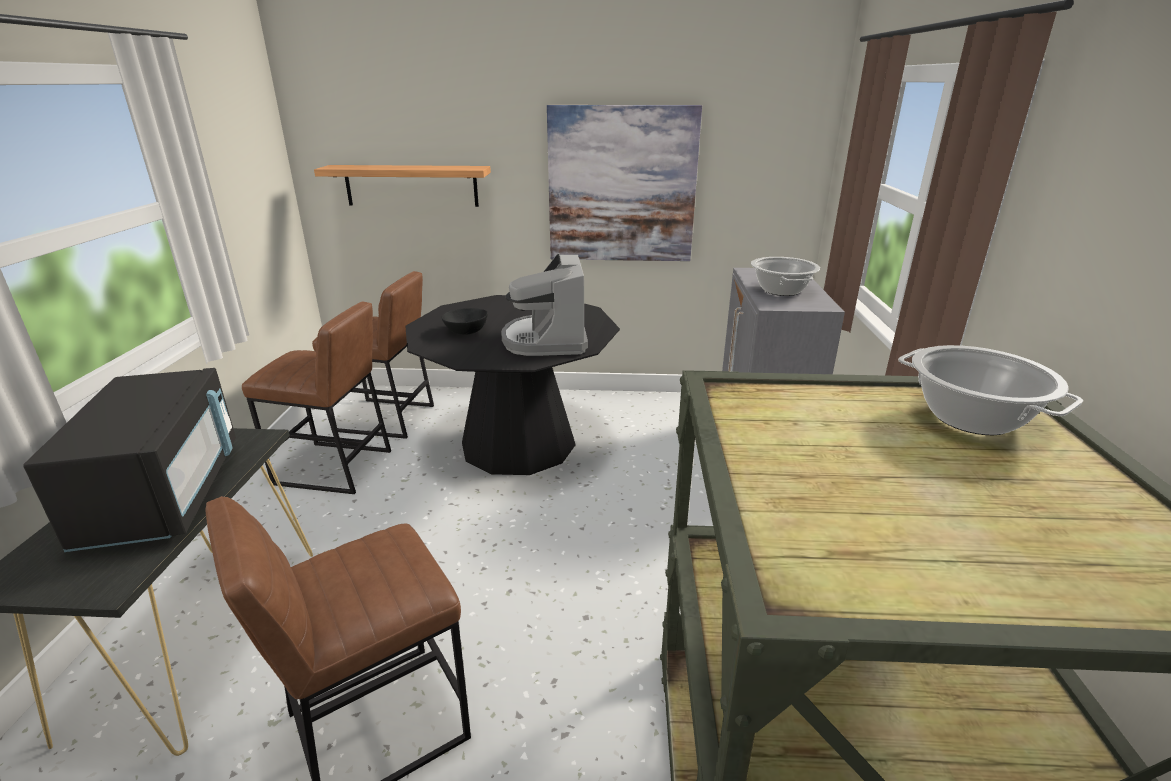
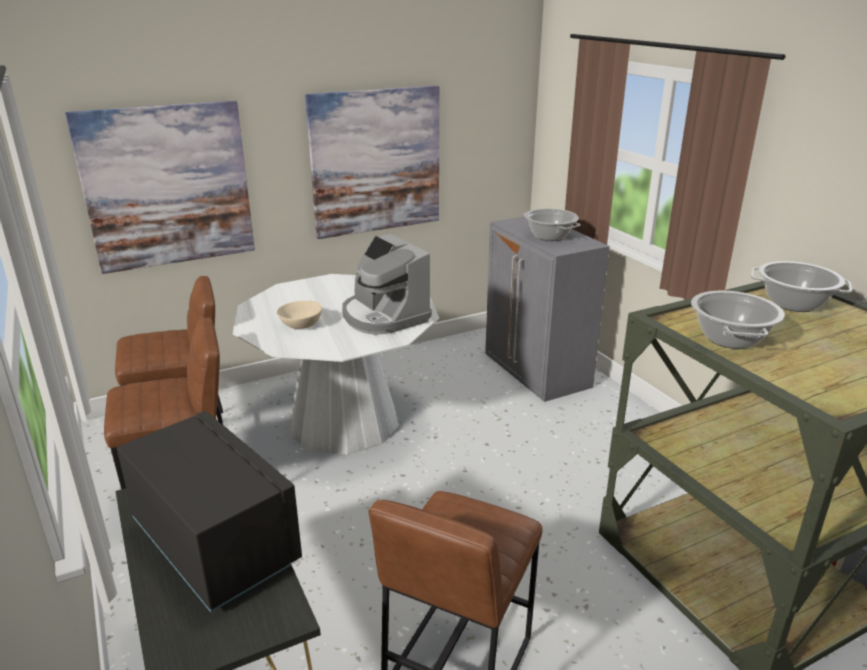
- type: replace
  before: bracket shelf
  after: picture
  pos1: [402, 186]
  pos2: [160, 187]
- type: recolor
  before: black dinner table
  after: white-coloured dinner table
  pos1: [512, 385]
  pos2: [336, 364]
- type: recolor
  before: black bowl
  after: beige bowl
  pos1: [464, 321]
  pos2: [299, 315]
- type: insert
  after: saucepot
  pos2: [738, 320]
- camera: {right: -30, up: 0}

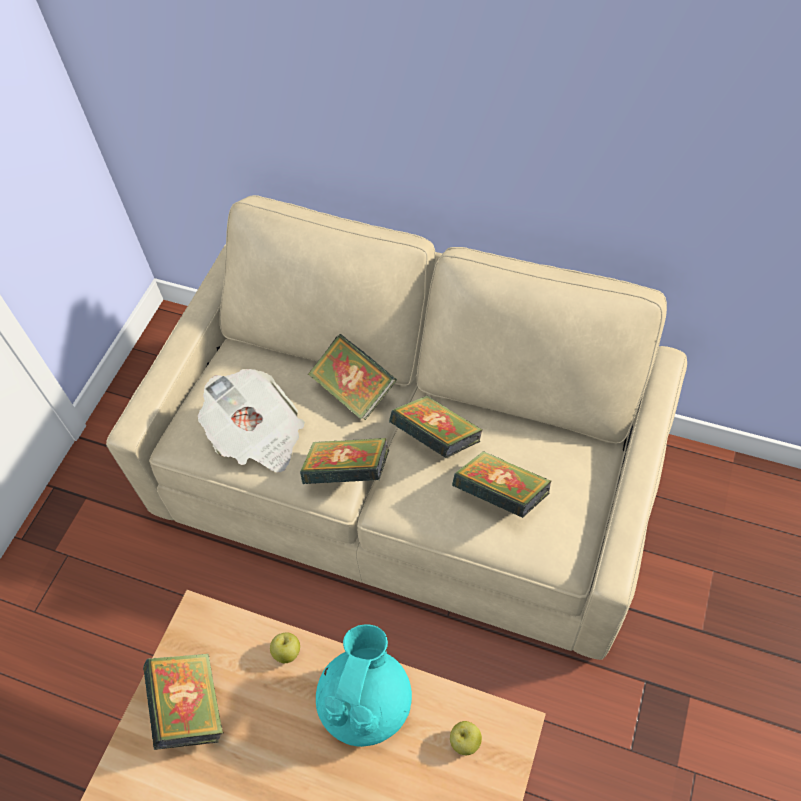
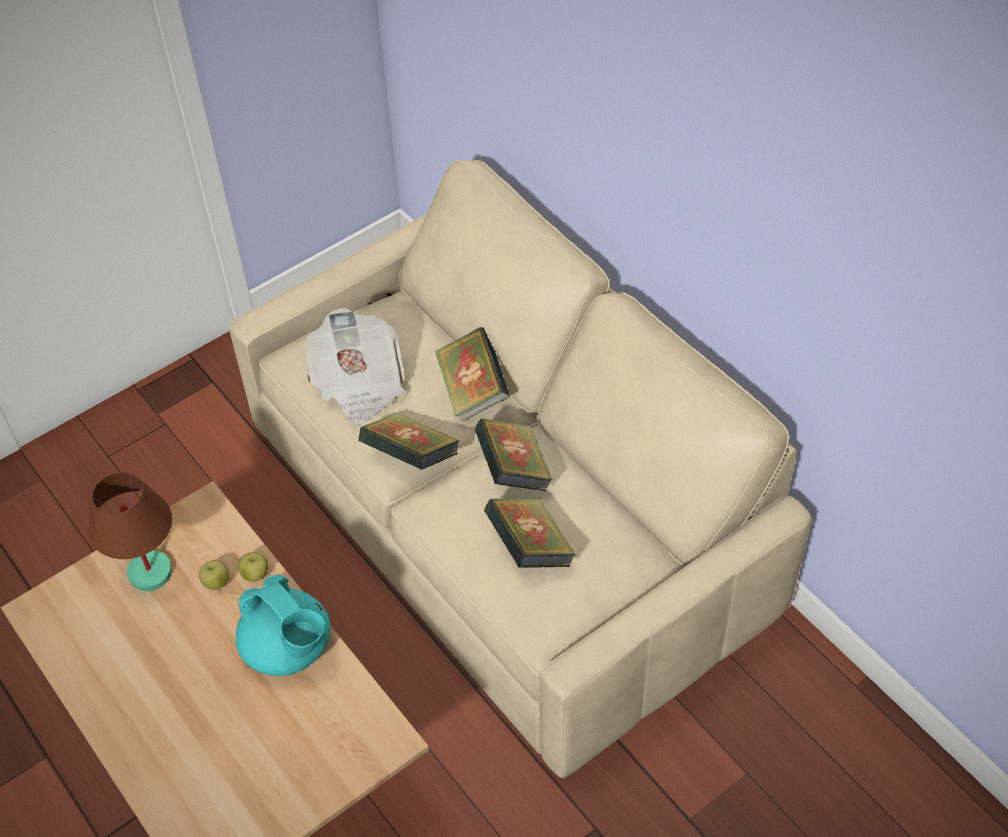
- type: replace
  before: book
  after: brown lamp for a table
  pos1: [183, 702]
  pos2: [130, 531]
- type: move
  before: whole apple
  pos1: [466, 738]
  pos2: [214, 575]
- type: rotate
  before: blue-green tea pot
  pos1: [364, 685]
  pos2: [283, 625]
  turn: 90
- camera: {right: 30, up: -5}

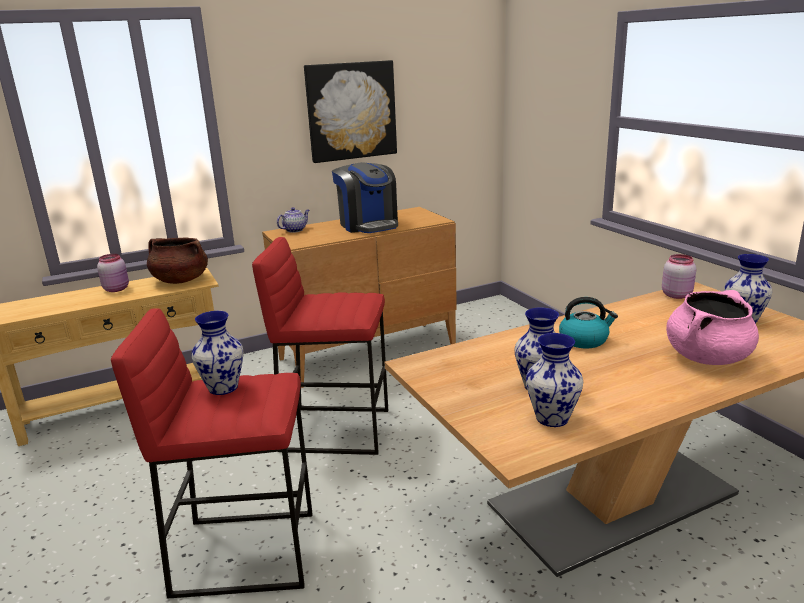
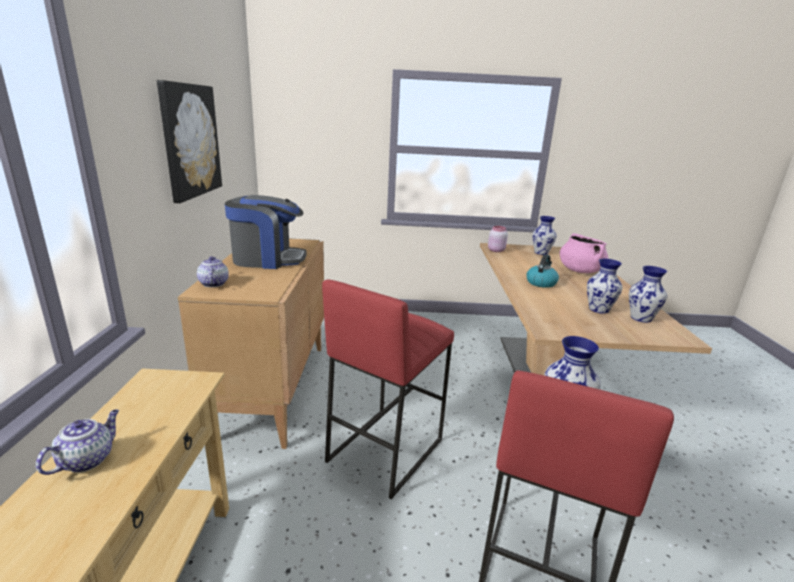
- type: replace
  before: pink-coloured jar
  after: tea pot
  pos1: [113, 273]
  pos2: [77, 442]
- type: delete
  before: brown saucepot
  pos1: [177, 261]
- camera: {right: -65, up: 0}

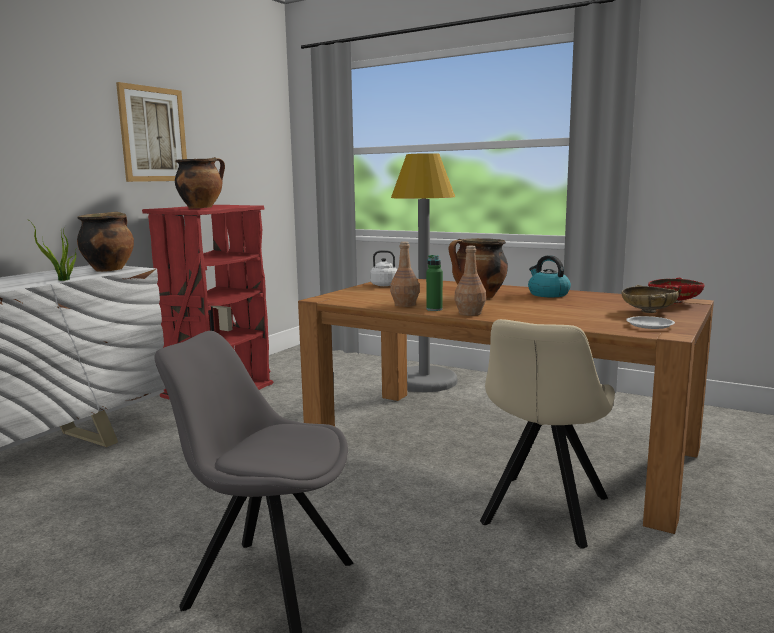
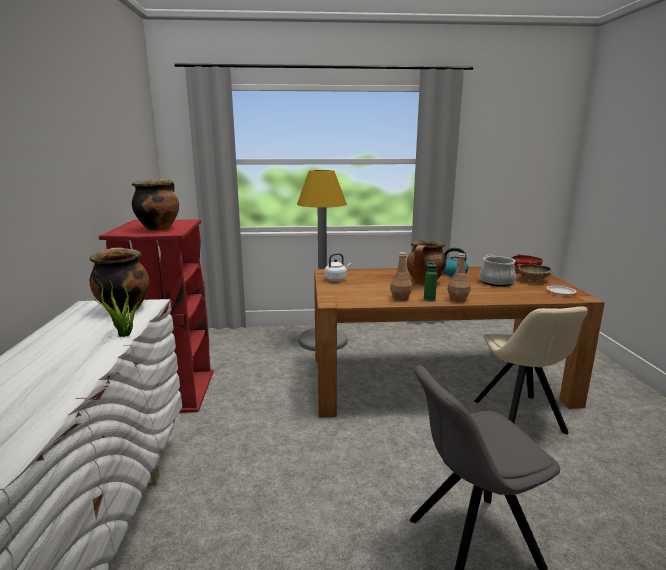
- type: insert
  after: saucepot
  pos2: [498, 271]
- type: delete
  before: picture
  pos1: [151, 132]
- camera: {right: -35, up: 5}

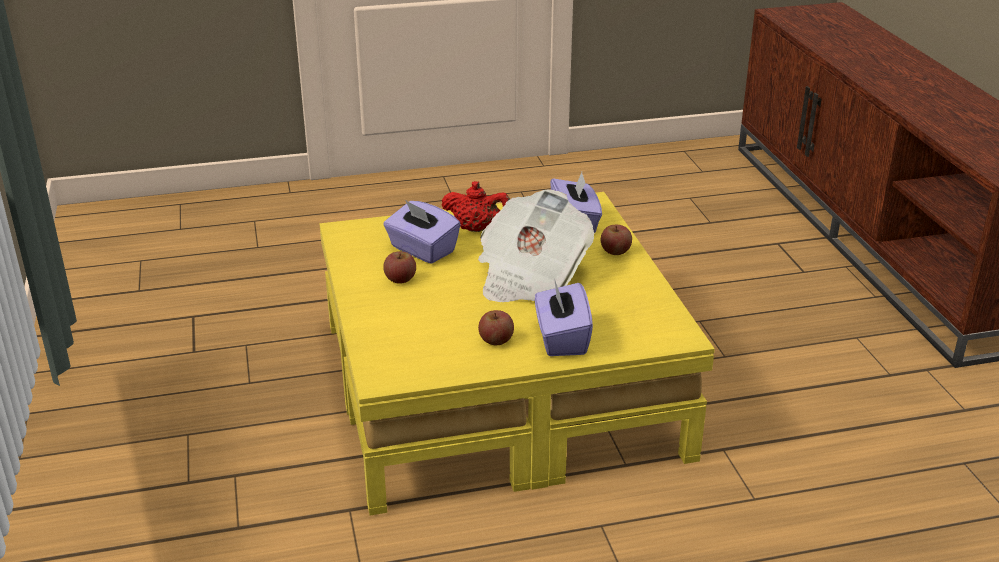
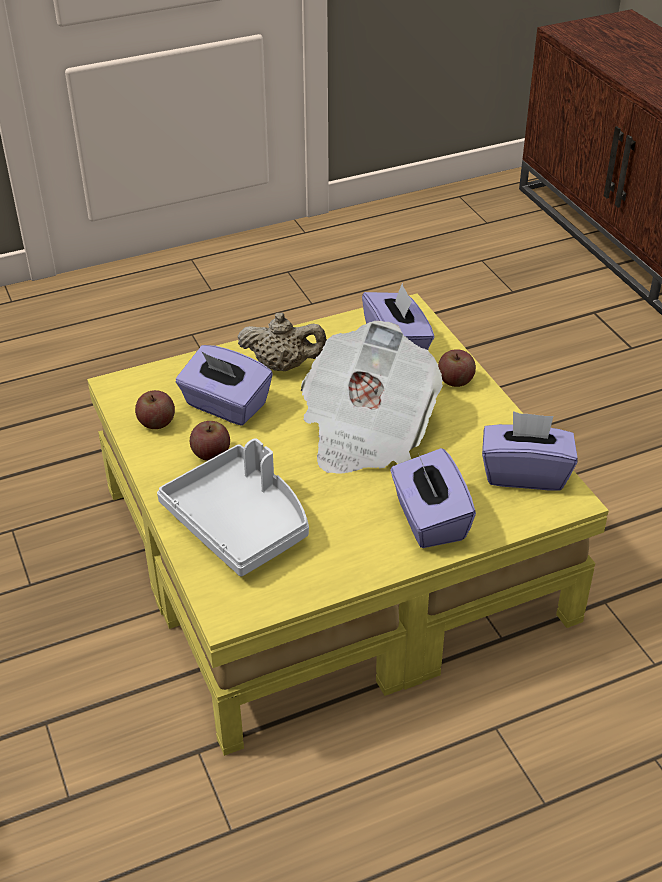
- type: move
  before: whole apple
  pos1: [496, 327]
  pos2: [155, 409]
- type: insert
  after: gray serving tray
  pos2: [233, 507]
- type: recolor
  before: red tea pot
  after: beige tea pot
  pos1: [475, 206]
  pos2: [282, 342]
- type: insert
  after: purple-coloured tissue holder
  pos2: [530, 451]
- camera: {right: -10, up: 10}

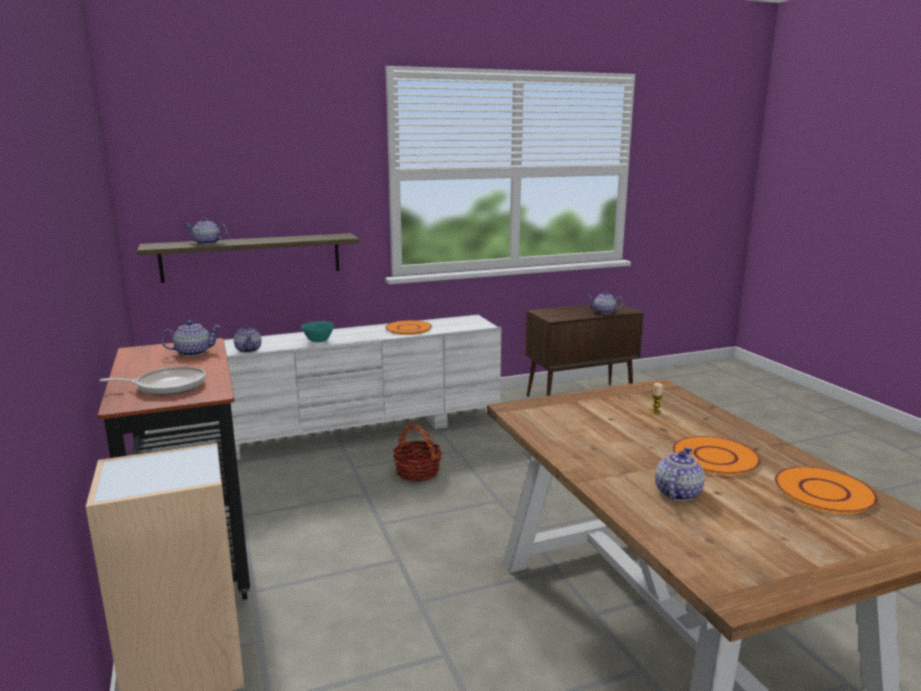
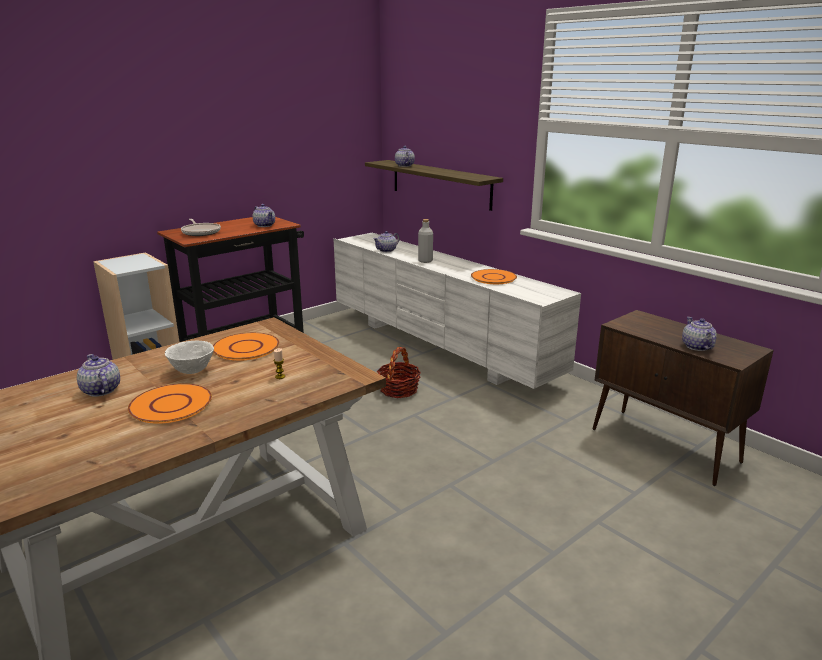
- type: rotate
  before: tea pot
  pos1: [680, 474]
  pos2: [98, 375]
  turn: -135
- type: insert
  after: white-coloured bowl
  pos2: [189, 357]
- type: move
  before: orange dinner plate
  pos1: [826, 490]
  pos2: [246, 346]
- type: replace
  before: blue-green bowl
  after: gray drink bottle
  pos1: [317, 331]
  pos2: [425, 241]
- camera: {right: 70, up: 5}

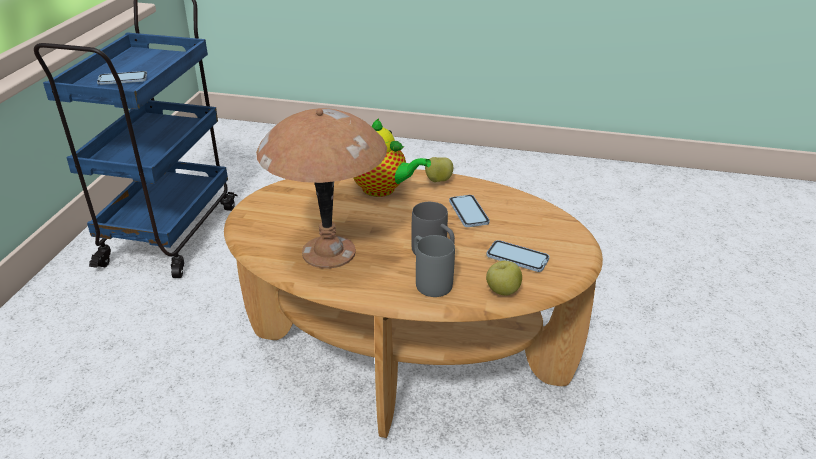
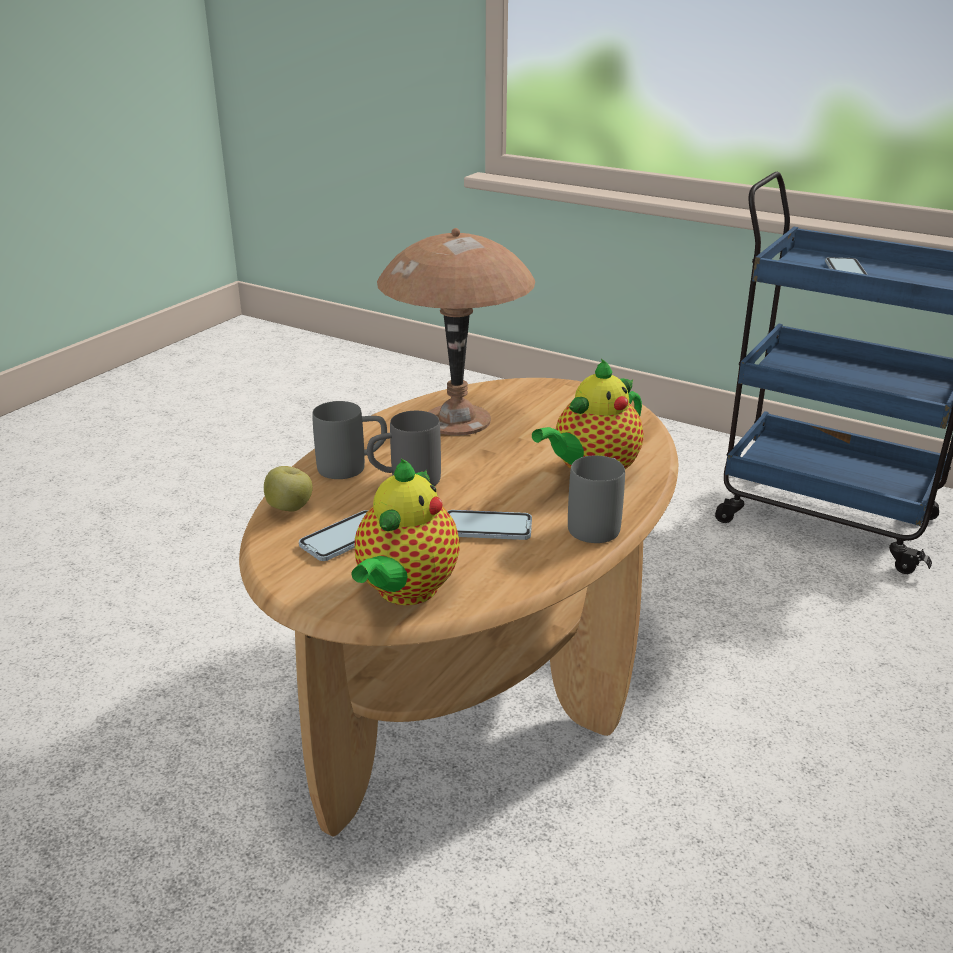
- type: insert
  after: tea pot
  pos2: [405, 532]
- type: replace
  before: whole apple
  after: gray mug
  pos1: [439, 169]
  pos2: [596, 499]
- camera: {right: 110, up: -5}

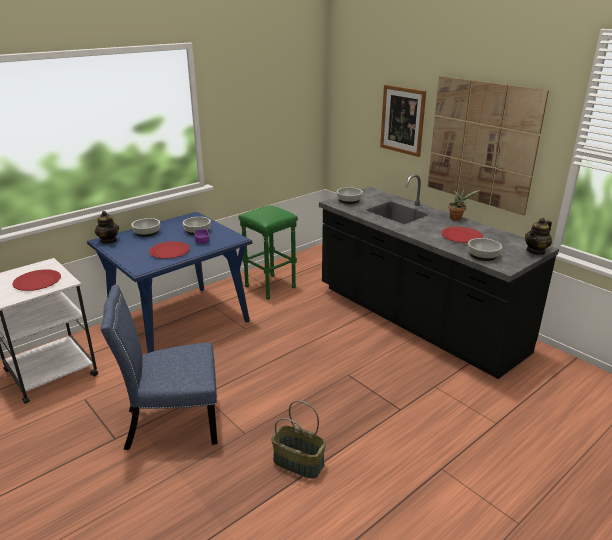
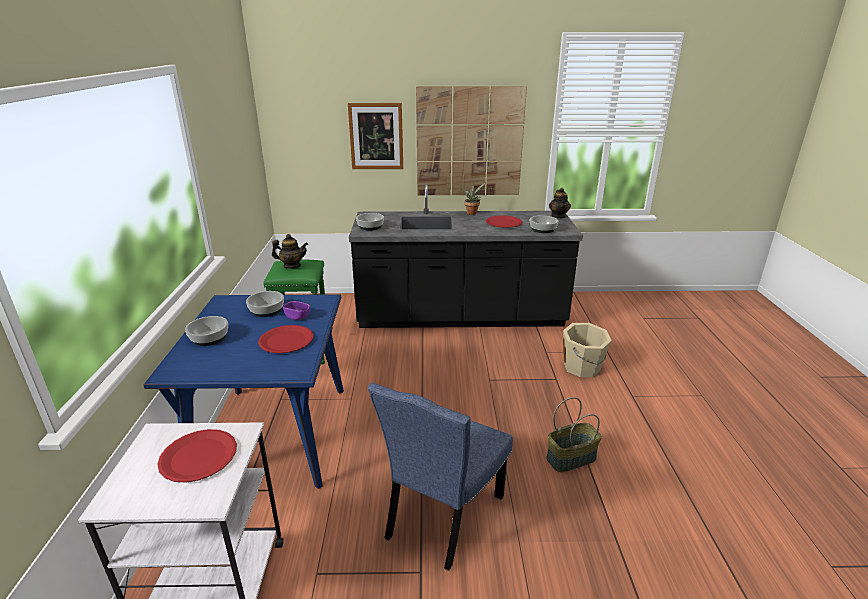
- type: move
  before: tea pot
  pos1: [107, 227]
  pos2: [290, 251]
- type: insert
  after: beige bucket
  pos2: [587, 350]
- camera: {right: -50, up: 0}

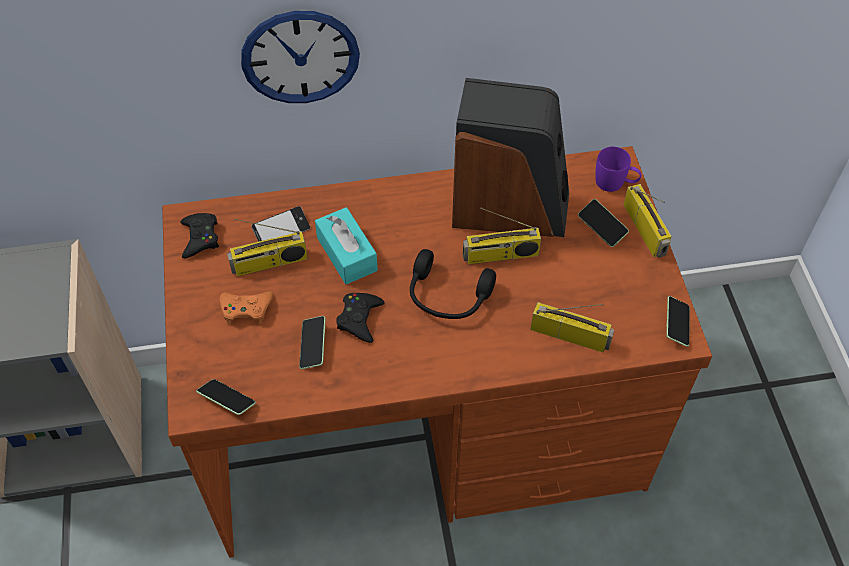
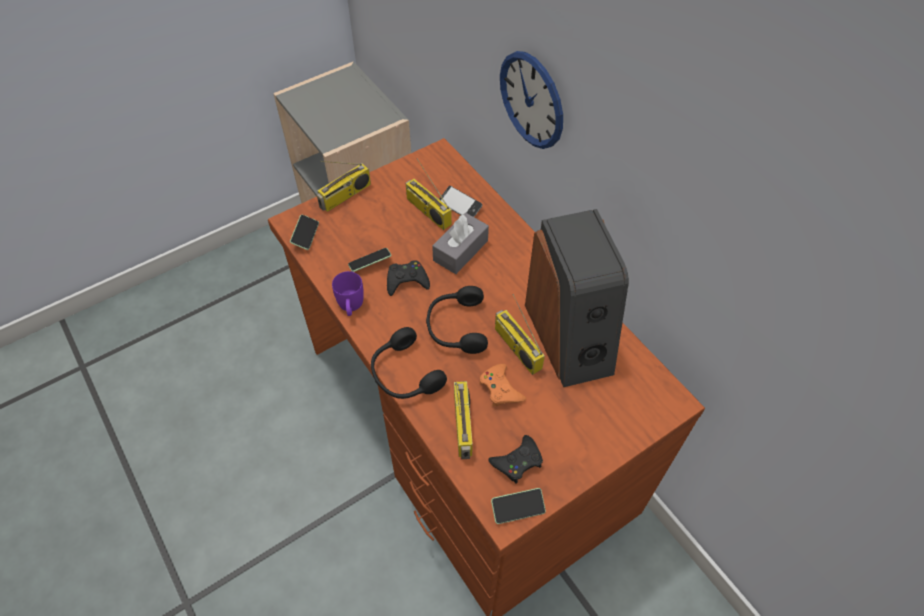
- type: move
  before: radio receiver
  pos1: [647, 221]
  pos2: [344, 186]
- type: move
  before: purple-coloured mug
  pos1: [618, 169]
  pos2: [348, 293]
- type: insert
  after: black headphones
  pos2: [409, 363]
- type: recolor
  before: blue-green tissue holder
  after: gray tissue holder
  pos1: [346, 245]
  pos2: [460, 243]
- type: move
  before: orange gamepad
  pos1: [246, 308]
  pos2: [502, 385]
- type: move
  before: black gamepad
  pos1: [200, 235]
  pos2: [515, 459]
- type: delete
  before: phone
  pos1: [603, 223]
- camera: {right: 65, up: 0}

